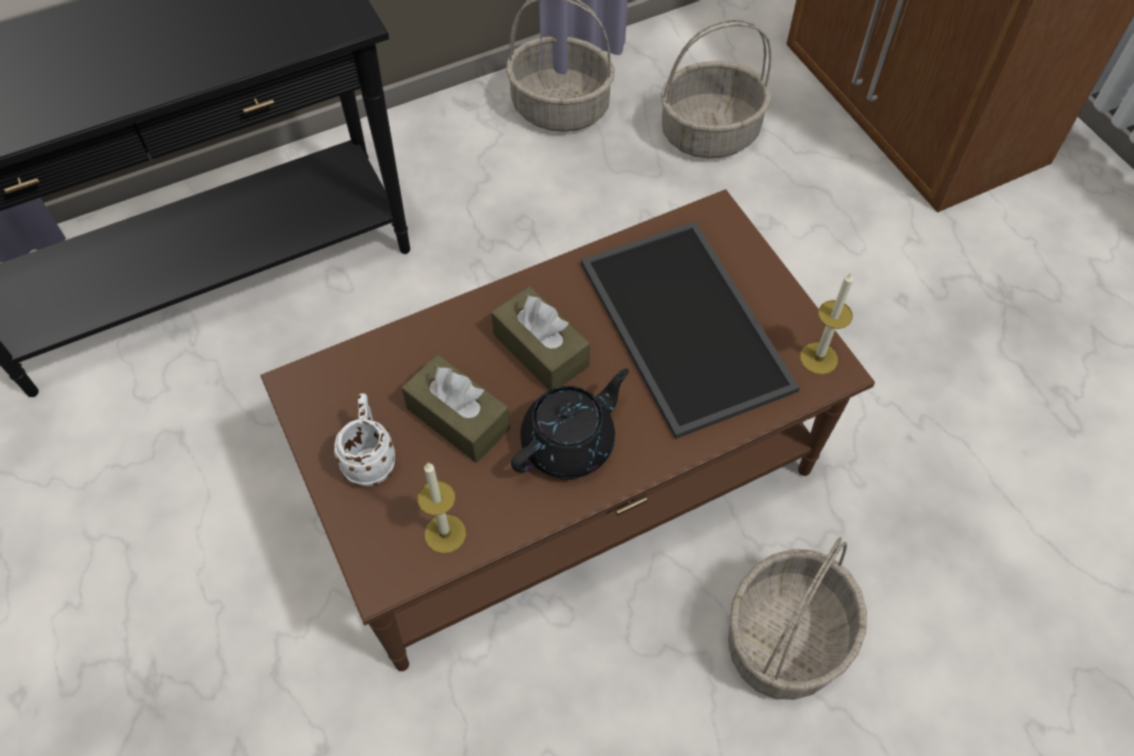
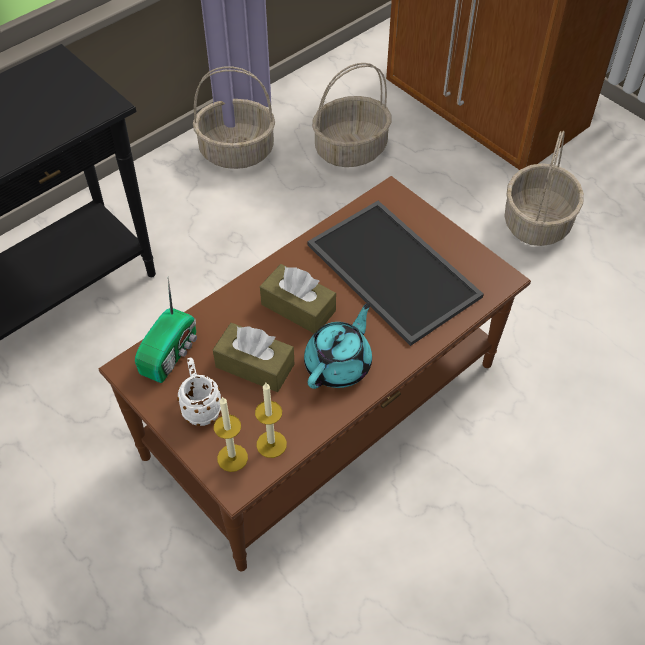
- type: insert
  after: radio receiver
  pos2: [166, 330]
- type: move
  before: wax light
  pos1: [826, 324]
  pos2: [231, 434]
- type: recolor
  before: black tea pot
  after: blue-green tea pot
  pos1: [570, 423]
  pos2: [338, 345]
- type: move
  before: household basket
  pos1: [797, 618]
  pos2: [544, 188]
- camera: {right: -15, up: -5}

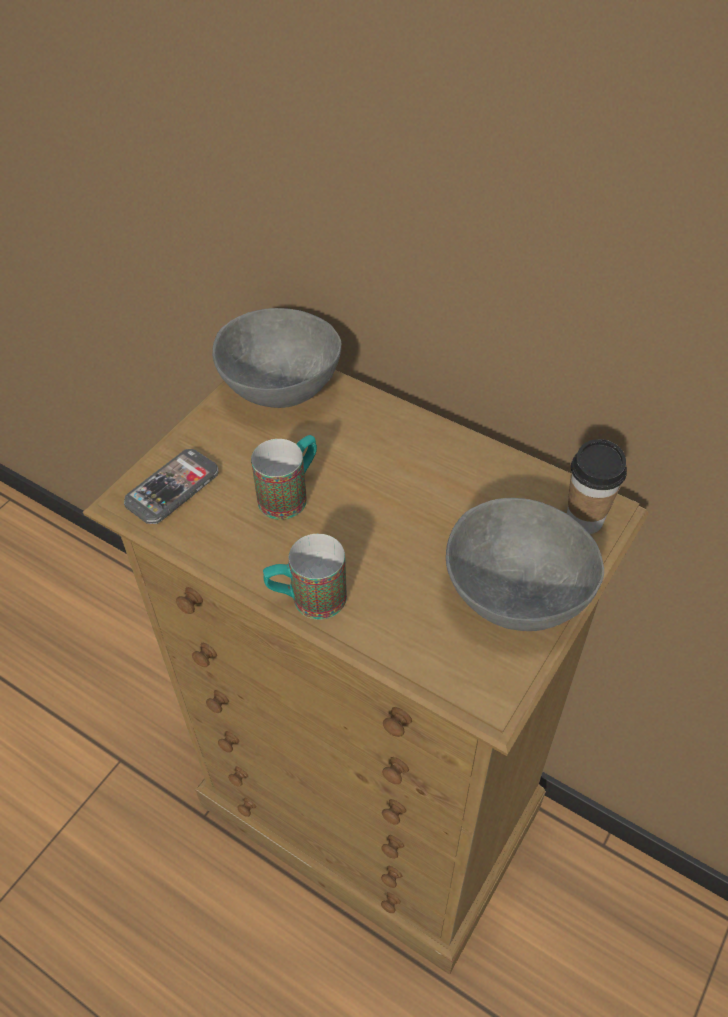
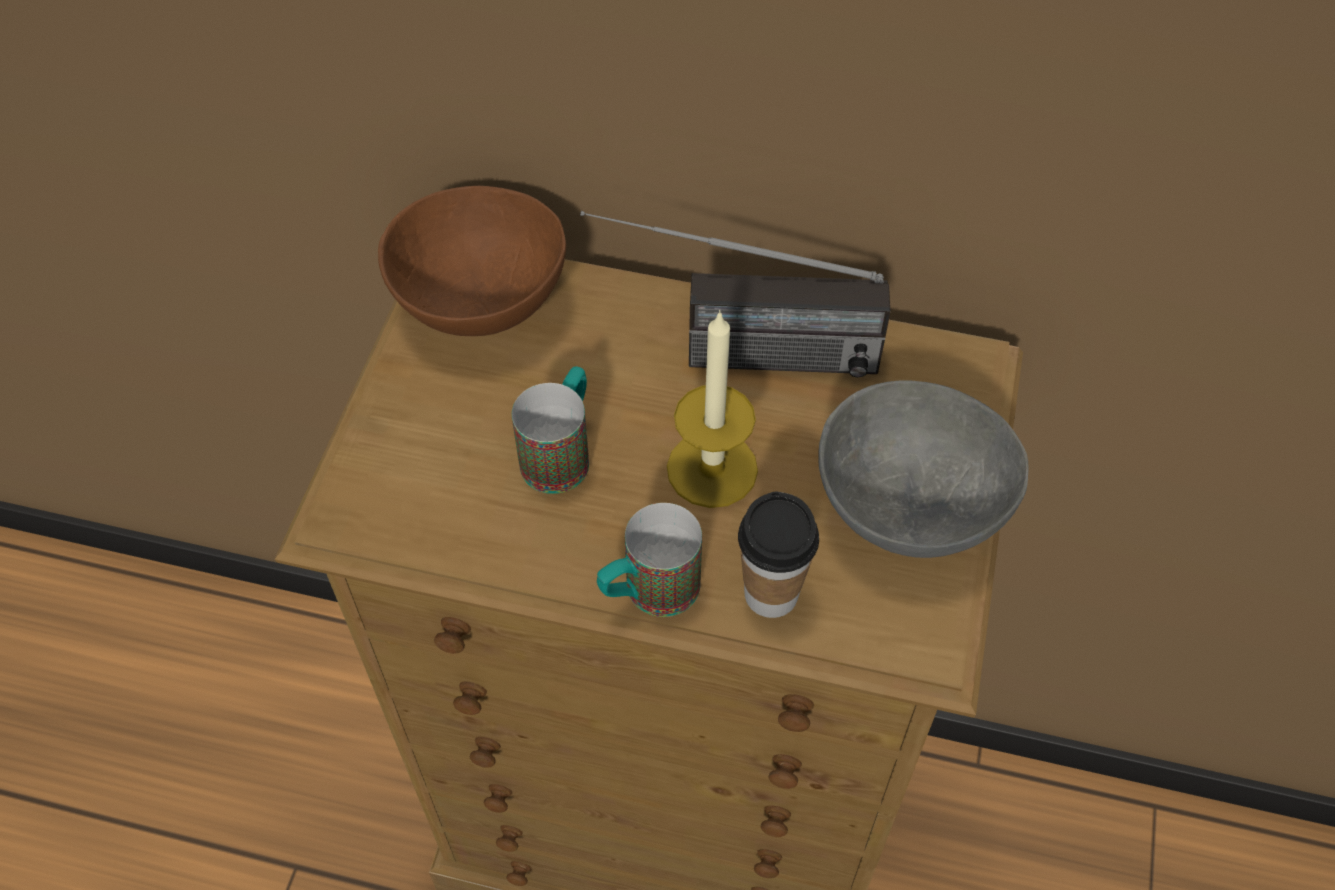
- type: recolor
  before: gray bowl
  after: brown bowl
  pos1: [276, 358]
  pos2: [472, 261]
- type: insert
  after: radio receiver
  pos2: [735, 294]
- type: insert
  after: wax light
  pos2: [712, 409]
- type: move
  before: drinking cup
  pos1: [597, 486]
  pos2: [778, 555]
- type: delete
  before: phone
  pos1: [171, 486]
- camera: {right: -20, up: 5}

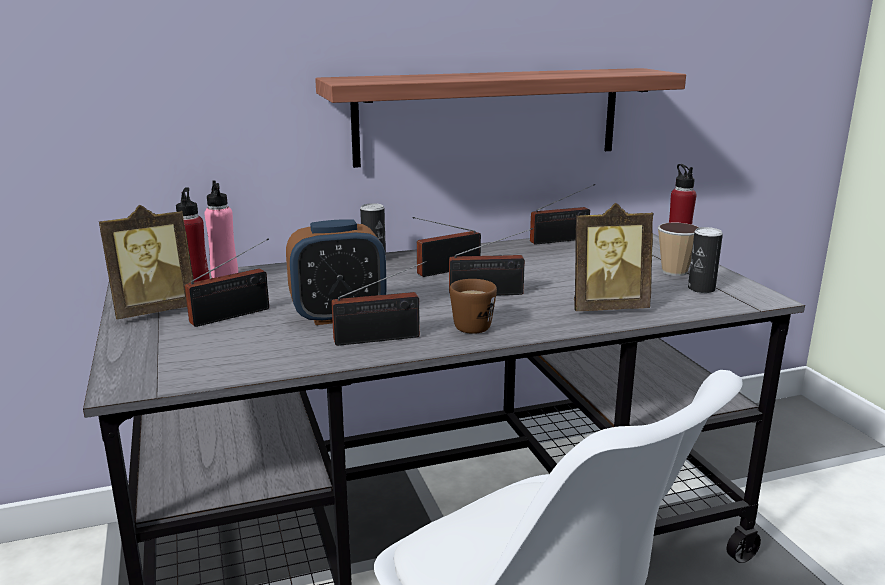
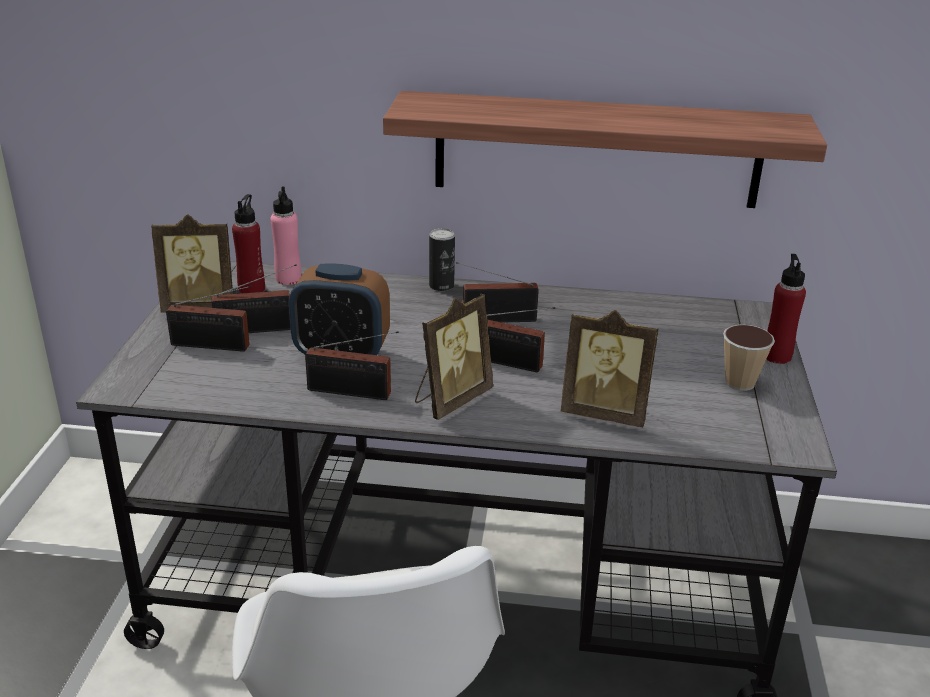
- type: move
  before: radio receiver
  pos1: [562, 214]
  pos2: [209, 318]
- type: replace
  before: brown mug
  after: picture frame
  pos1: [473, 306]
  pos2: [454, 357]
- type: delete
  before: sealed can
  pos1: [705, 260]
- camera: {right: 25, up: 10}

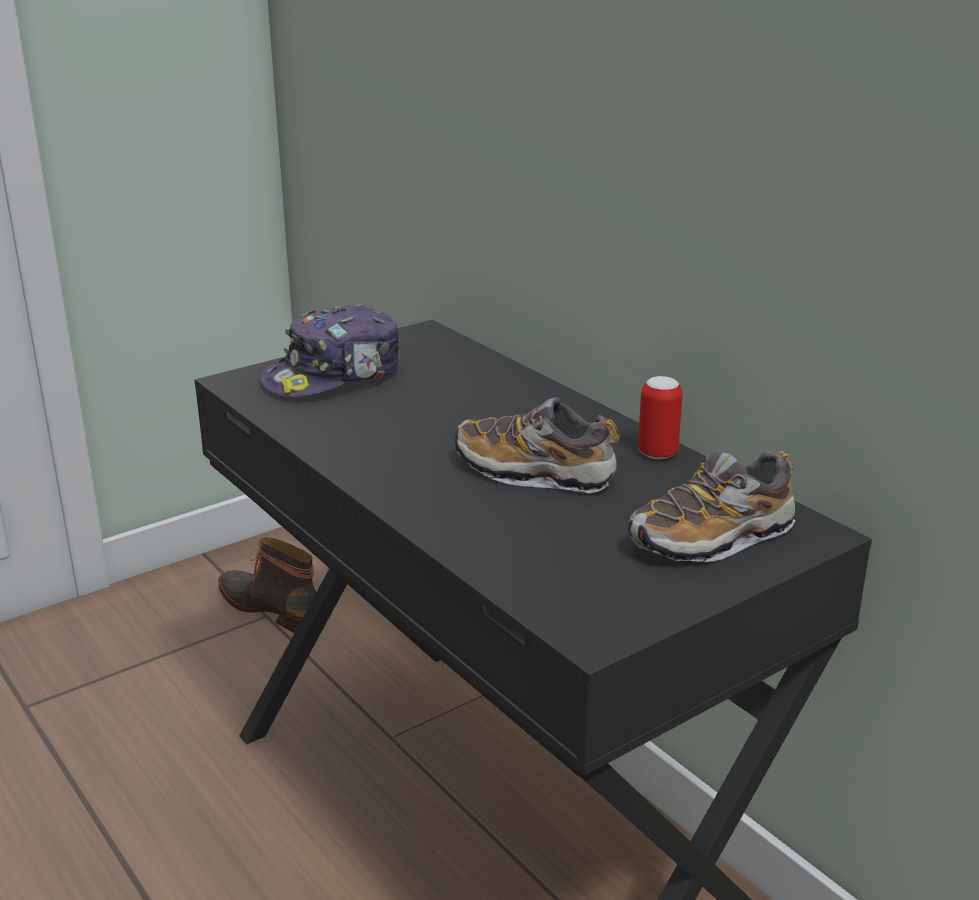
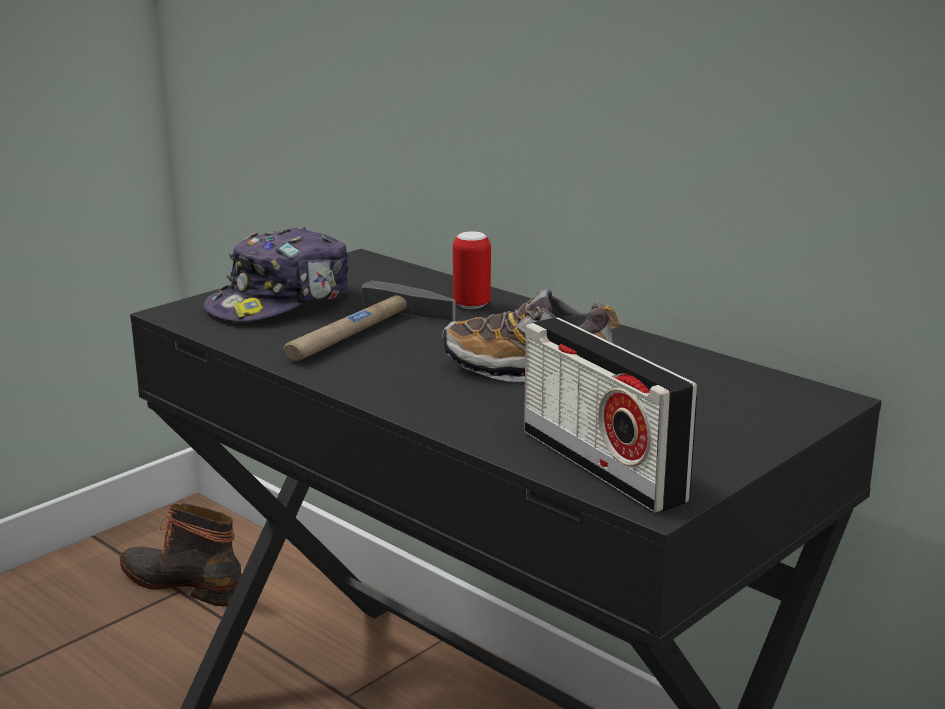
- type: insert
  after: hand hammer
  pos2: [370, 320]
- type: move
  before: sealed can
  pos1: [660, 417]
  pos2: [472, 270]
- type: insert
  after: radio receiver
  pos2: [610, 415]
- type: delete
  before: item of footwear
  pos1: [712, 506]
- camera: {right: -10, up: -5}

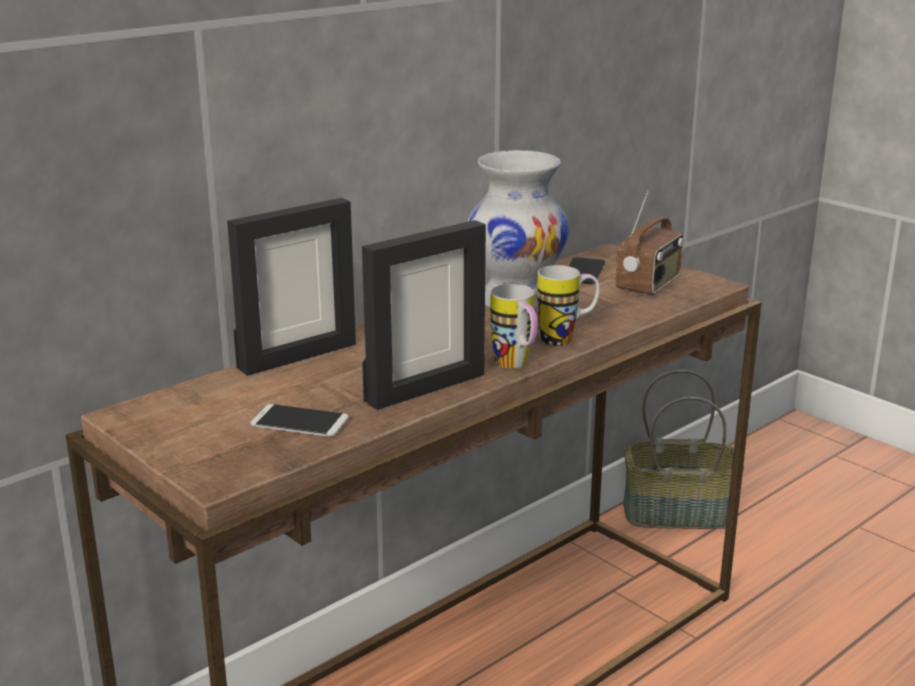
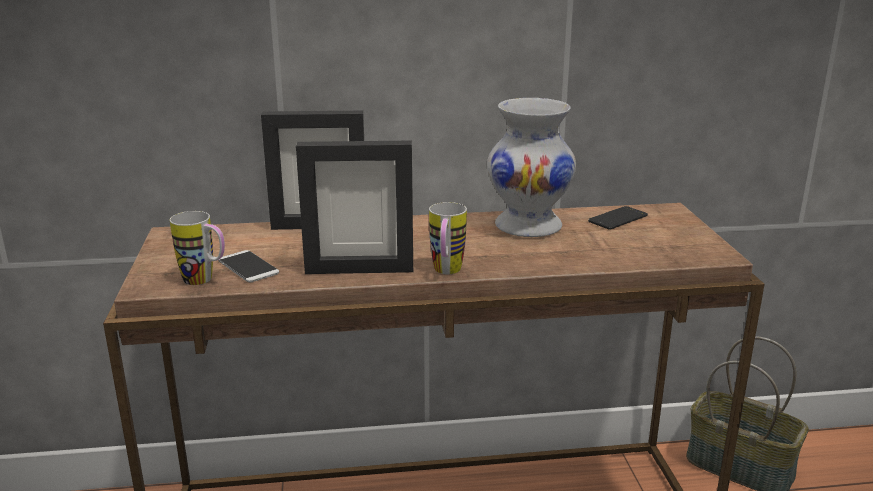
- type: move
  before: mug
  pos1: [568, 305]
  pos2: [197, 248]
- type: delete
  before: radio receiver
  pos1: [649, 243]
- camera: {right: 35, up: 0}

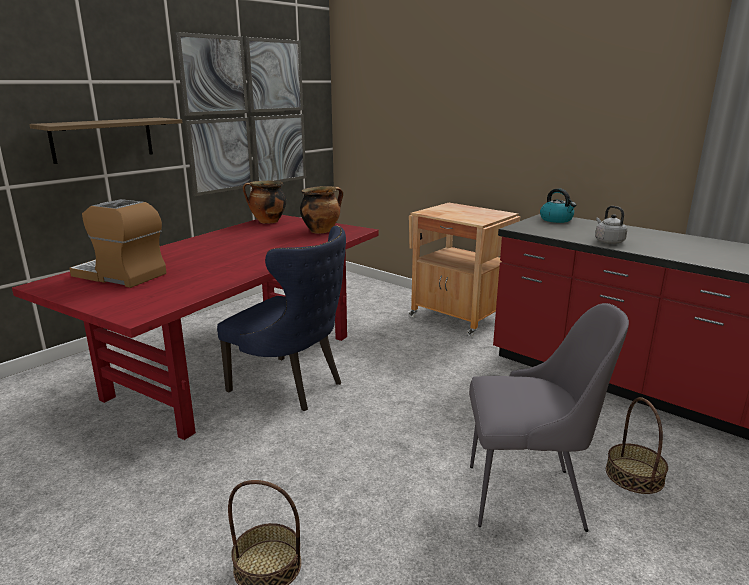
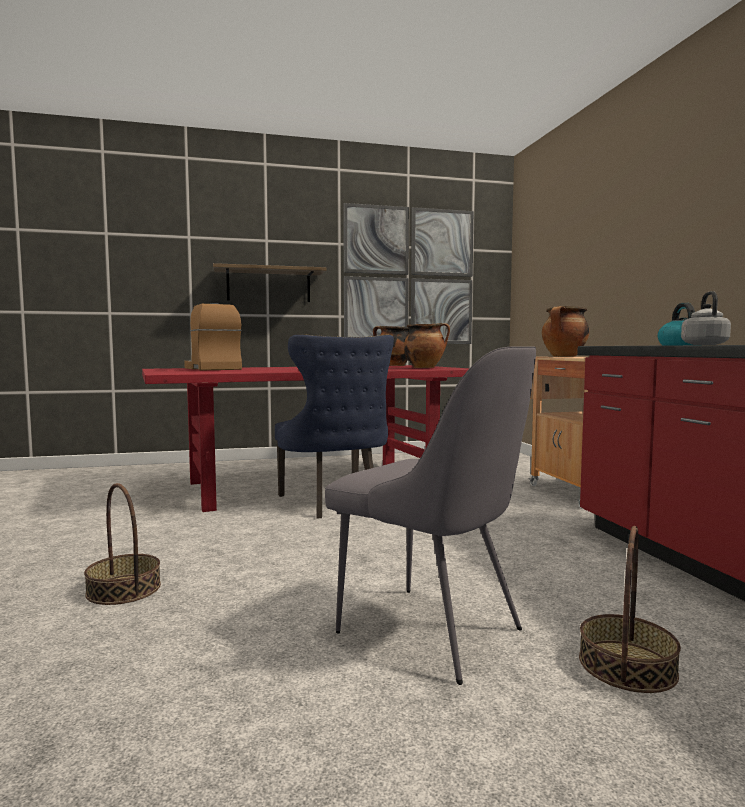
- type: insert
  after: saucepot
  pos2: [565, 331]
- camera: {right: 35, up: -15}

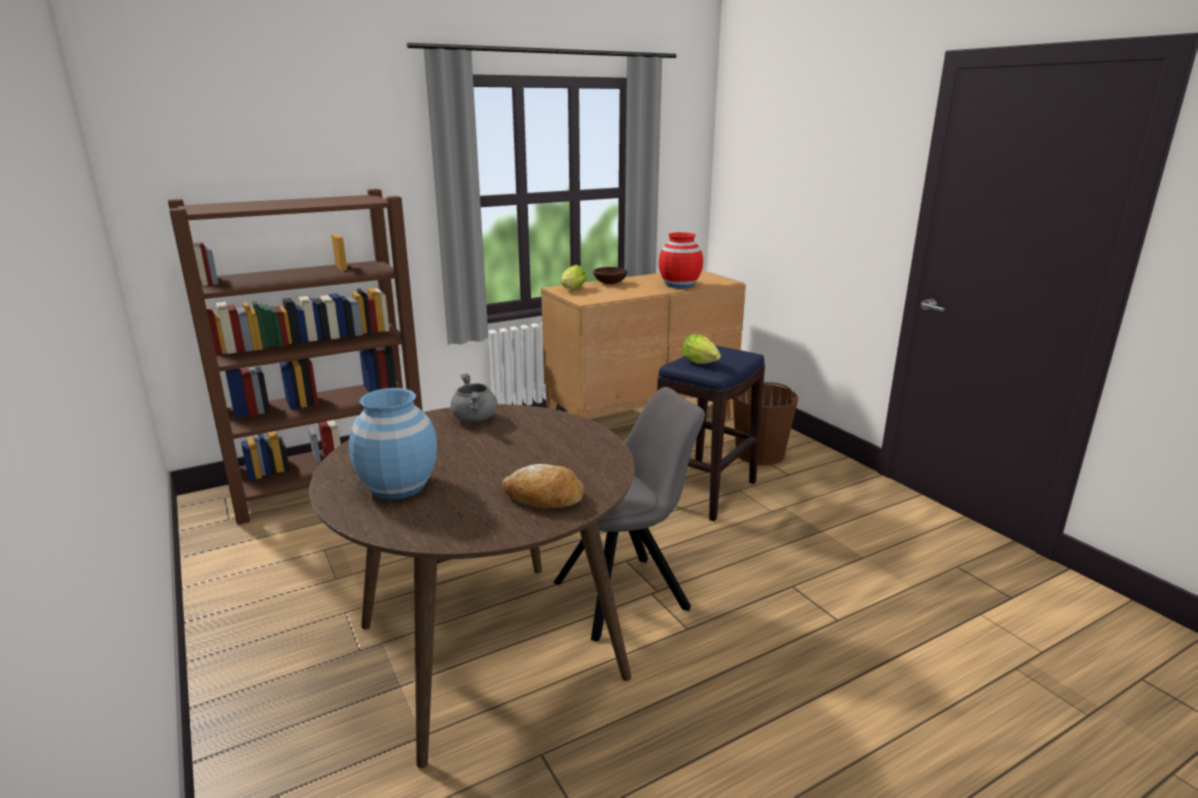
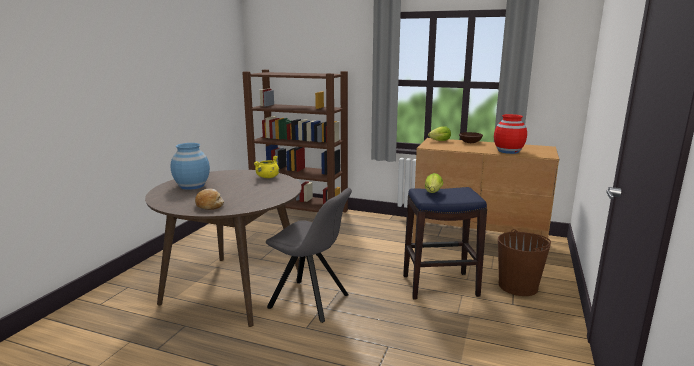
- type: recolor
  before: gray saucepot
  after: yellowish saucepot
  pos1: [474, 397]
  pos2: [266, 167]
- camera: {right: 50, up: -5}

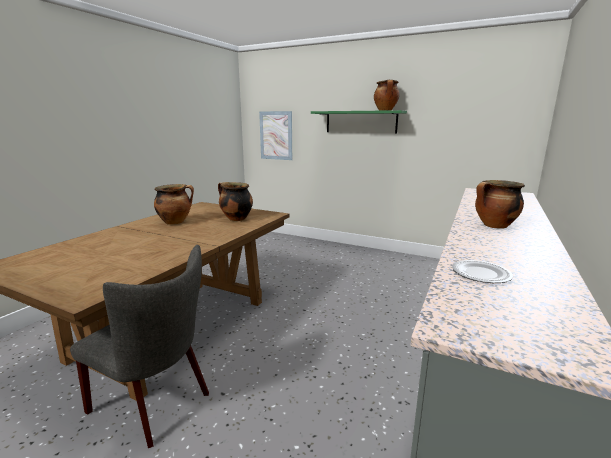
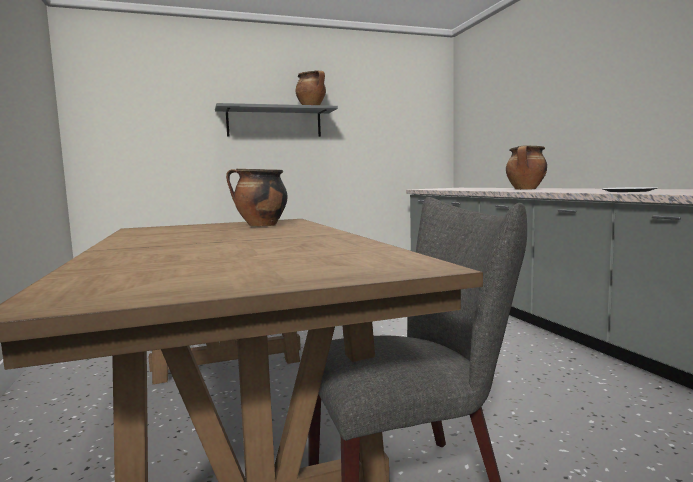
- type: recolor
  before: greenish bracket shelf
  after: gray bracket shelf
  pos1: [359, 121]
  pos2: [276, 120]
- type: delete
  before: saucepot
  pos1: [174, 204]
- type: delete
  before: picture
  pos1: [275, 135]
- camera: {right: -45, up: -10}

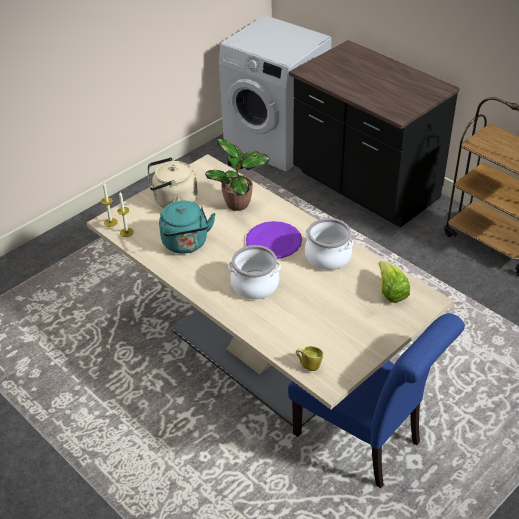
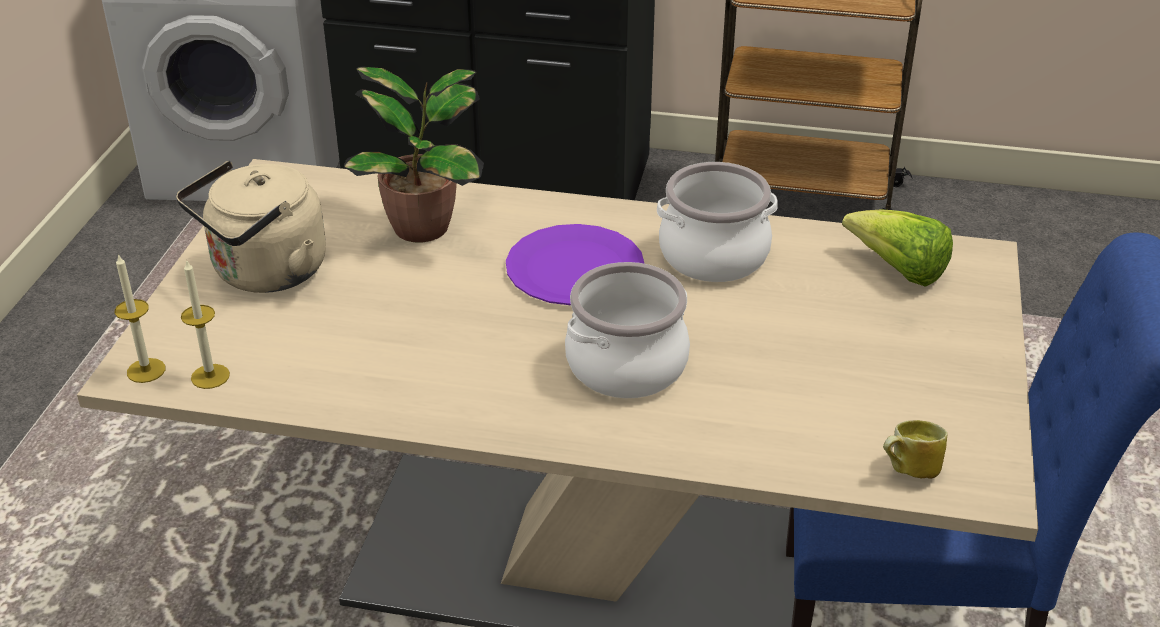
- type: delete
  before: blue-green tea kettle
  pos1: [187, 227]
- camera: {right: -35, up: -5}

